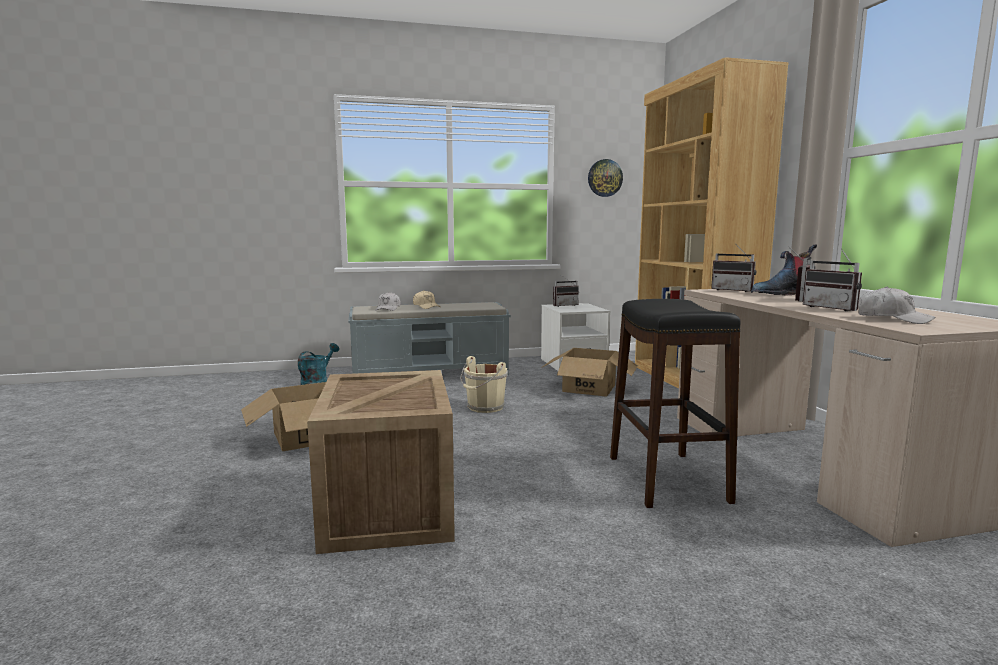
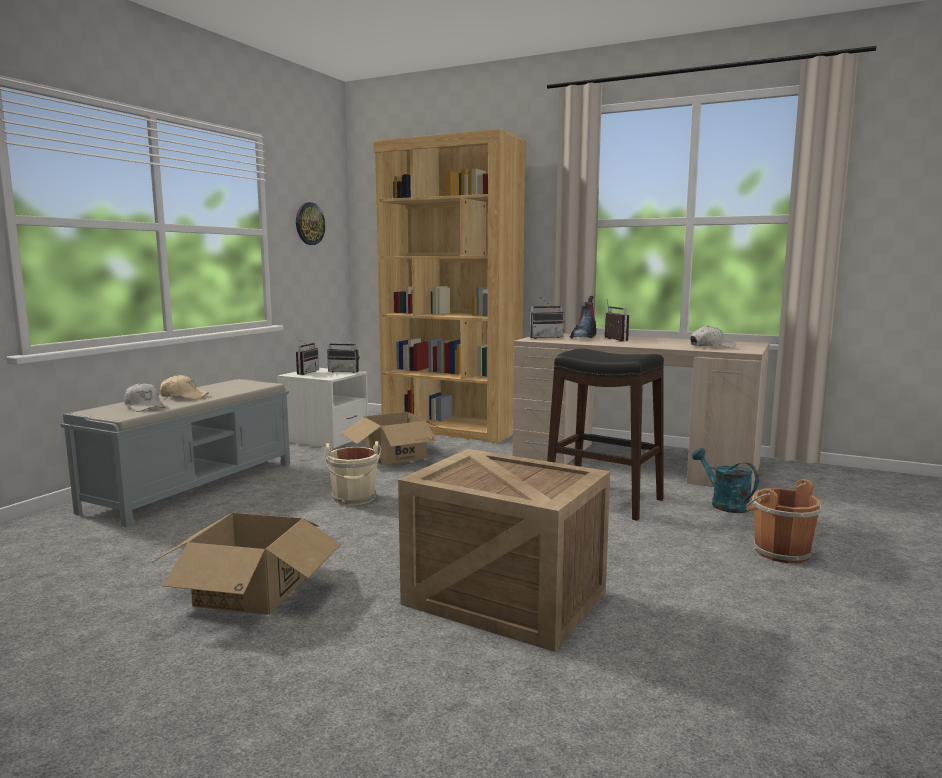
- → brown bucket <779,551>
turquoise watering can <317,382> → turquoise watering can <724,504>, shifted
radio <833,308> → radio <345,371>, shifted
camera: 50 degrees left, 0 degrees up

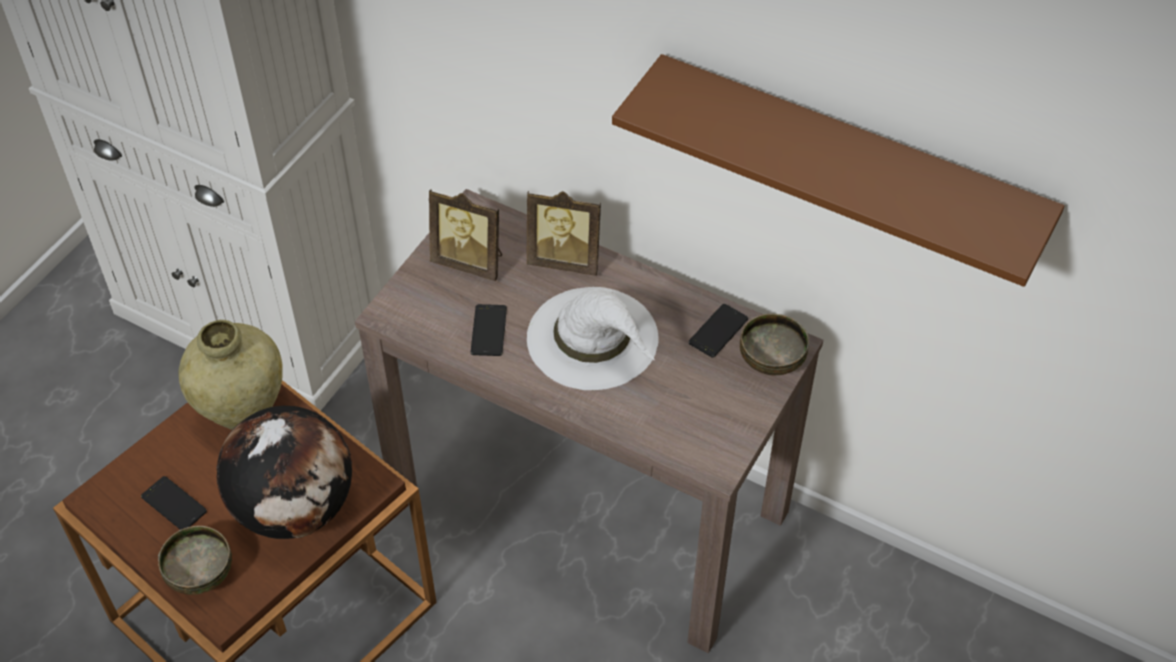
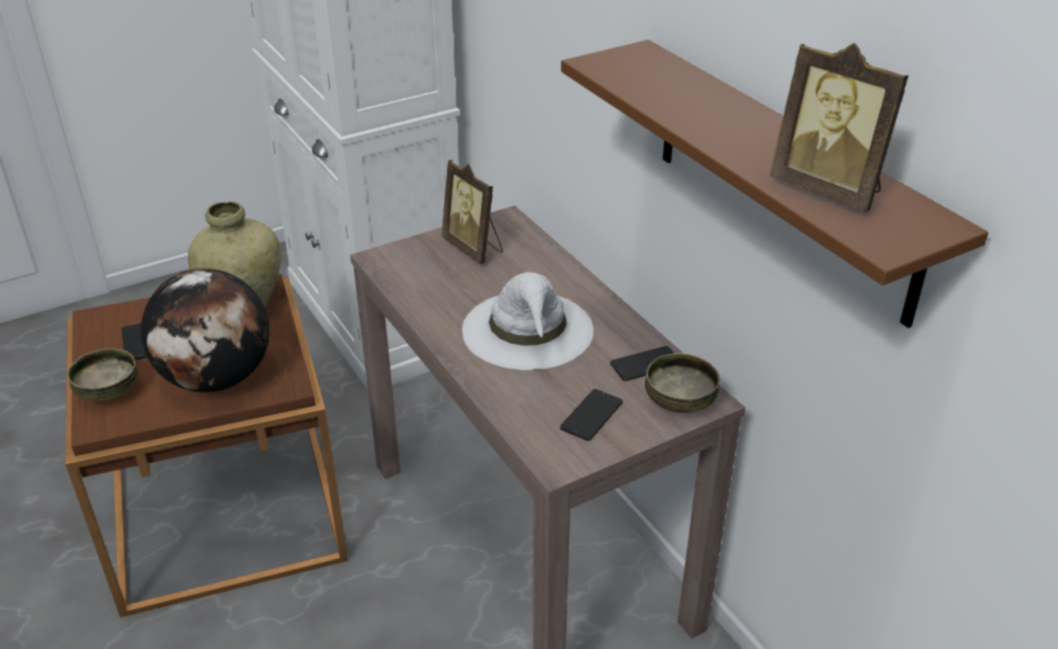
phone <489,330> → phone <591,415>, shifted
picture frame <565,260> → picture frame <829,190>, shifted
camera: 30 degrees right, 15 degrees down

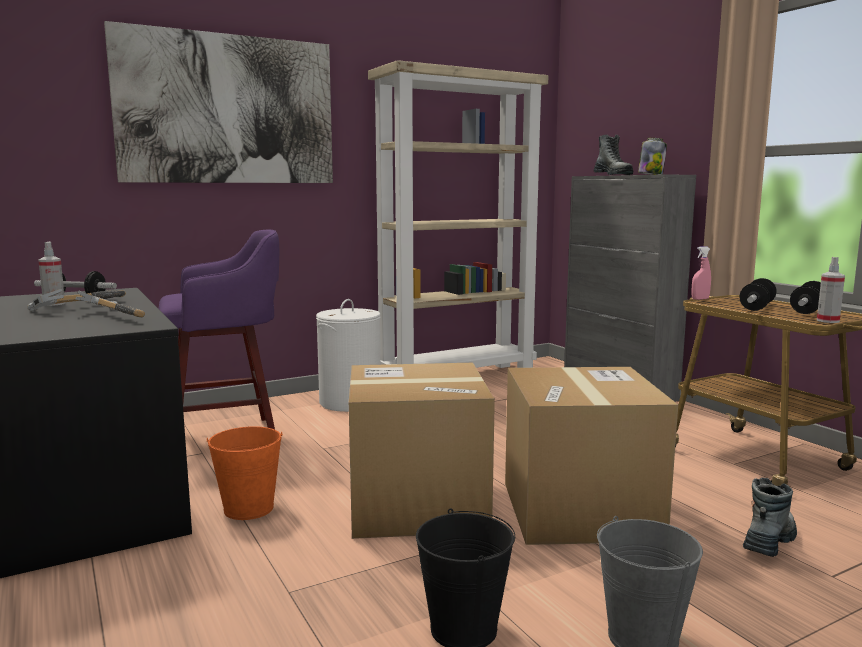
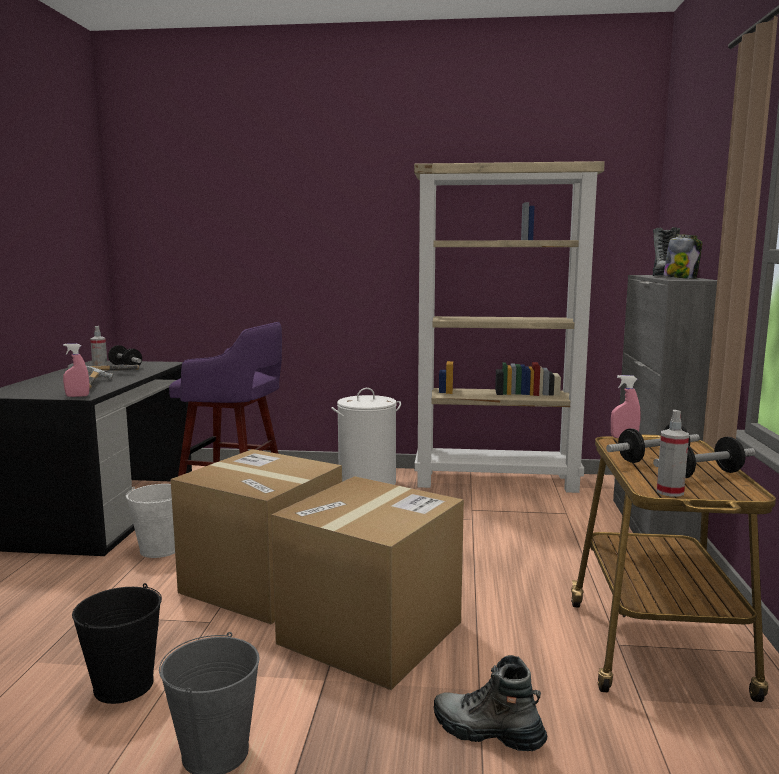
picture <228,110> → -
- → pink spray bottle <77,396>
orange bucket <248,508> → white bucket <160,549>
boot <769,542> → boot <487,732>, 135 degrees counterclockwise
camera: 35 degrees right, 0 degrees up

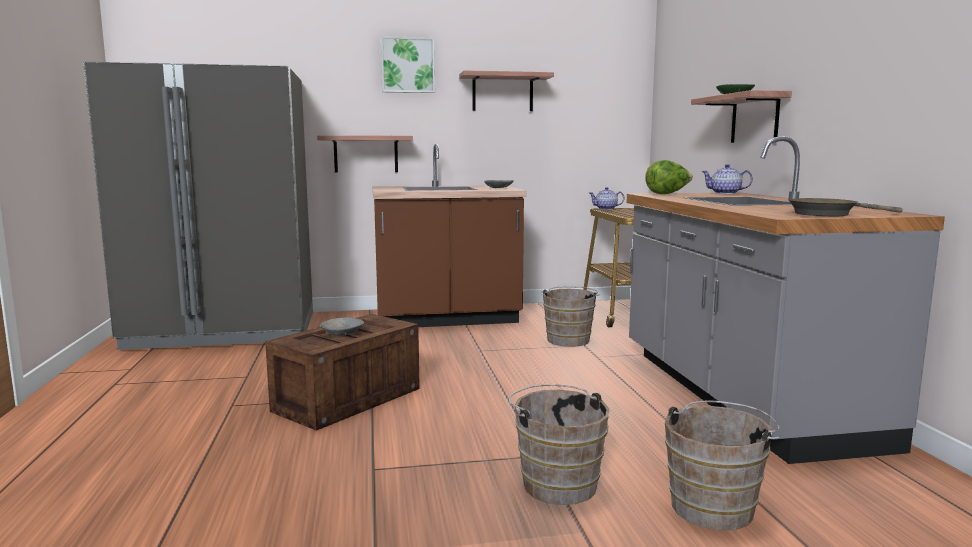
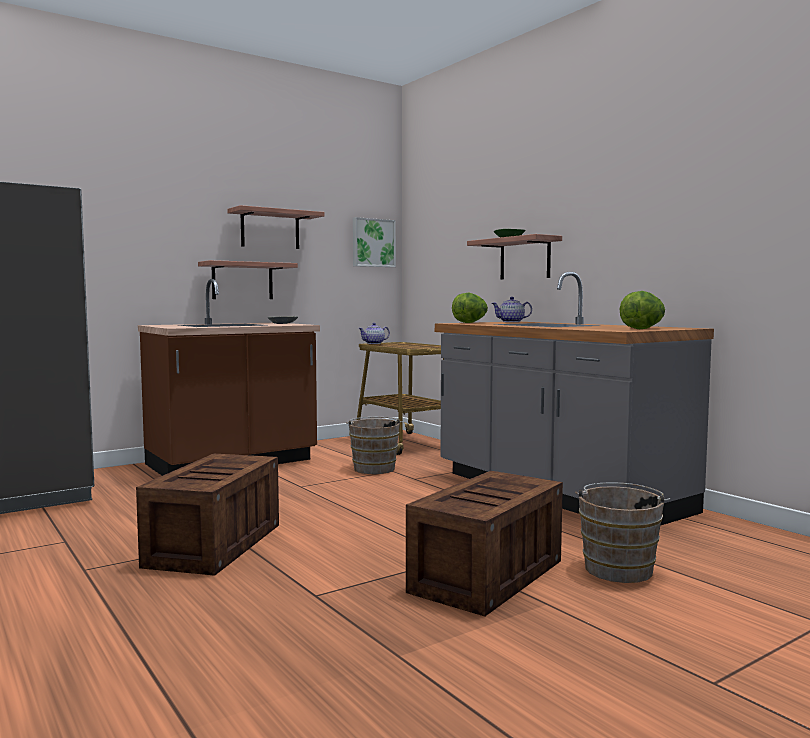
grey bowl <342,333> → -
shelf <366,154> → shelf <242,281>, shifted
picture <407,65> → picture <373,243>, shifted
brown bucket <556,482> → crate <488,575>
brown frying pan <827,214> → lettuce <643,329>
camera: 25 degrees left, 5 degrees down

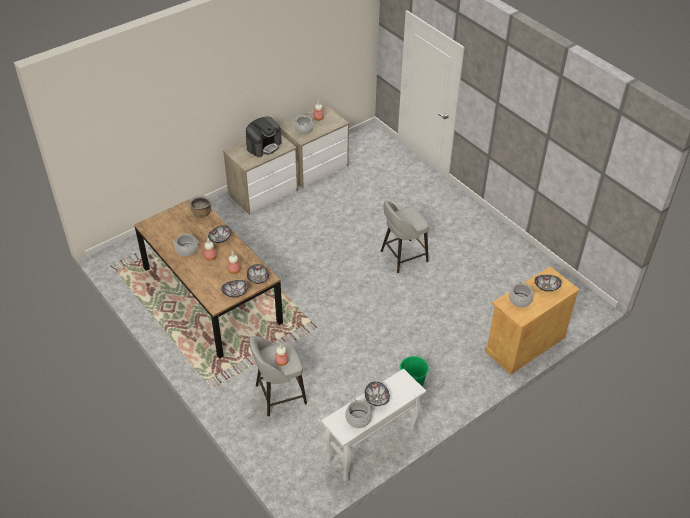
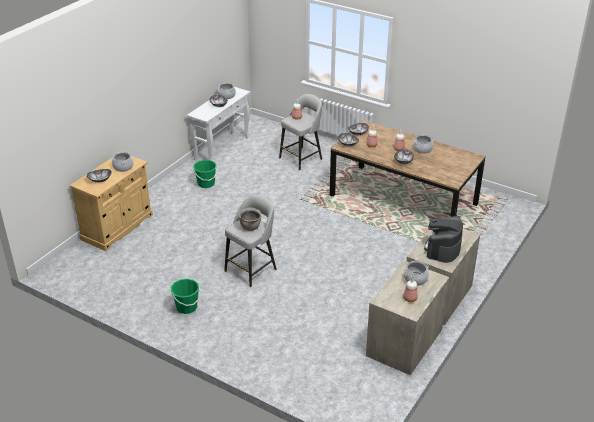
- → green bucket <186,307>
brown cooking pot <201,213> → brown cooking pot <250,227>, shifted
camera: 160 degrees right, 10 degrees down

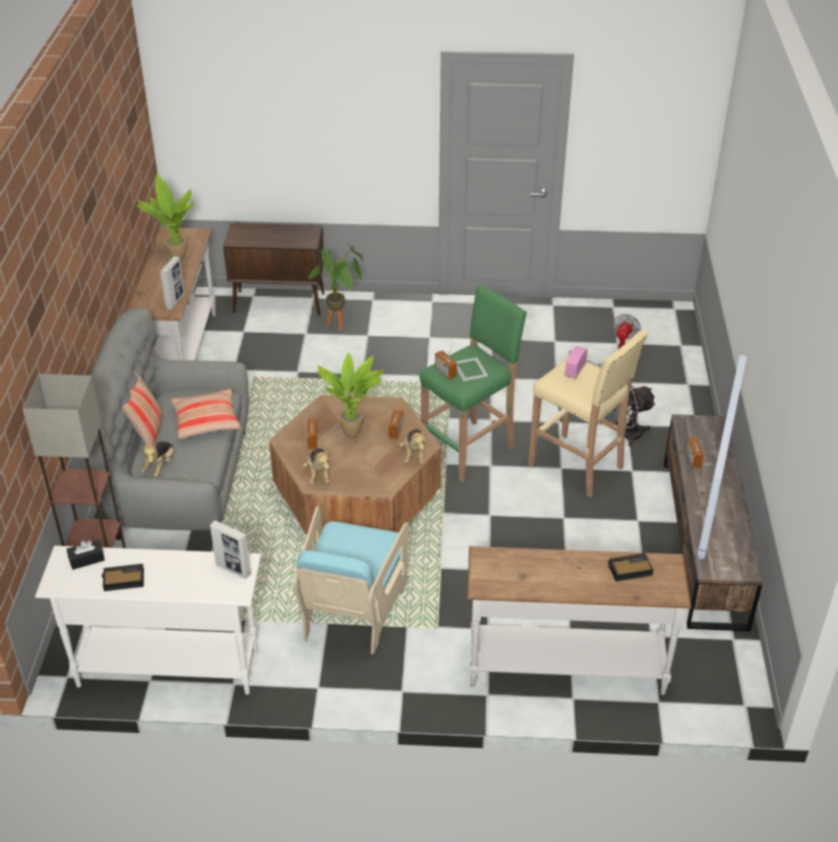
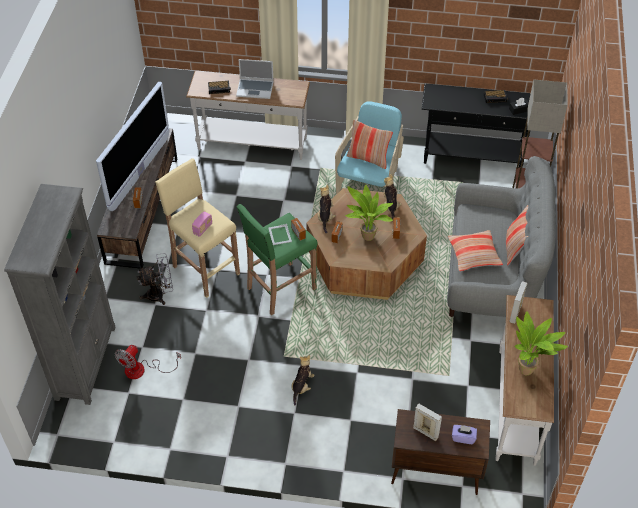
potted plant <341,326> → -
- → grey bookcase <86,362>
- → laptop <255,89>
- → pillow <368,158>
- → purple tissue box <463,437>
plush toy <160,466> → plush toy <302,386>, shifted
picture frame <233,569> → picture frame <425,432>, shifted
white console table <167,667> → black console table <473,157>
camera: 175 degrees left, 10 degrees up

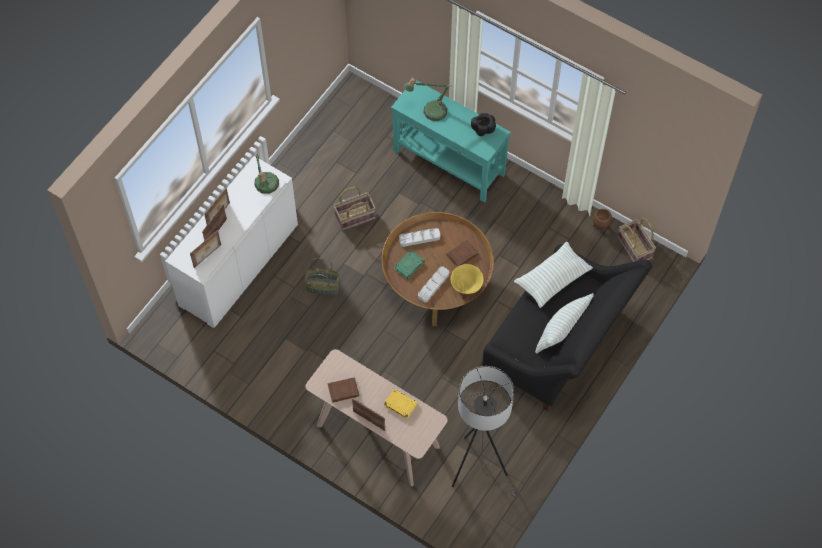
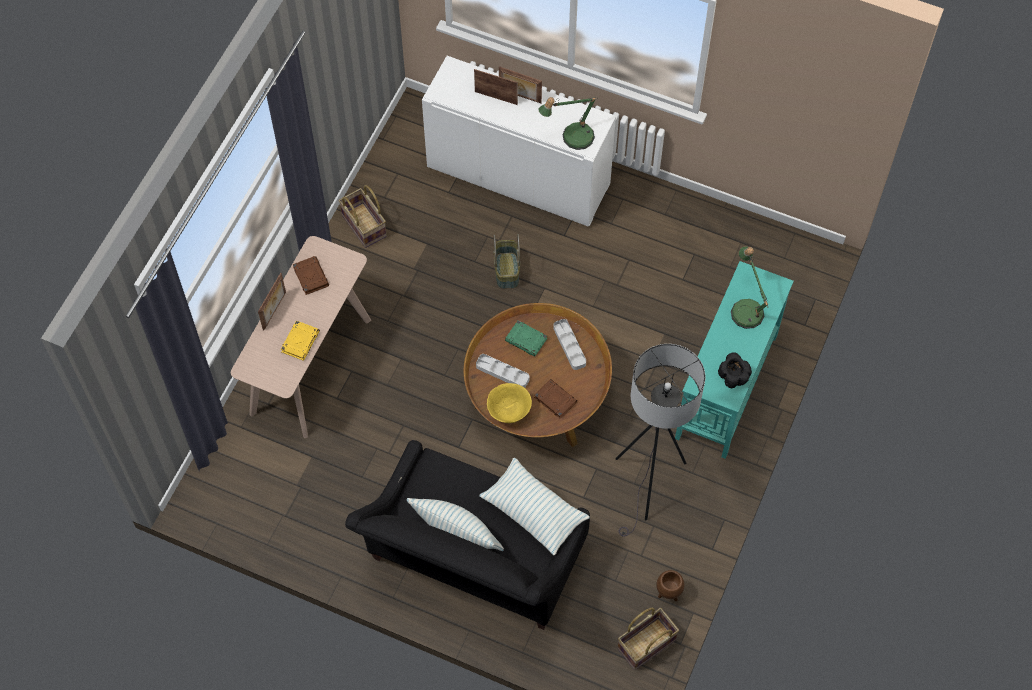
picture frame <208,256> → -
basket <355,216> → basket <365,225>, shifted
grey floor lamp <479,467> → grey floor lamp <649,486>, shifted
camera: 80 degrees right, 0 degrees up

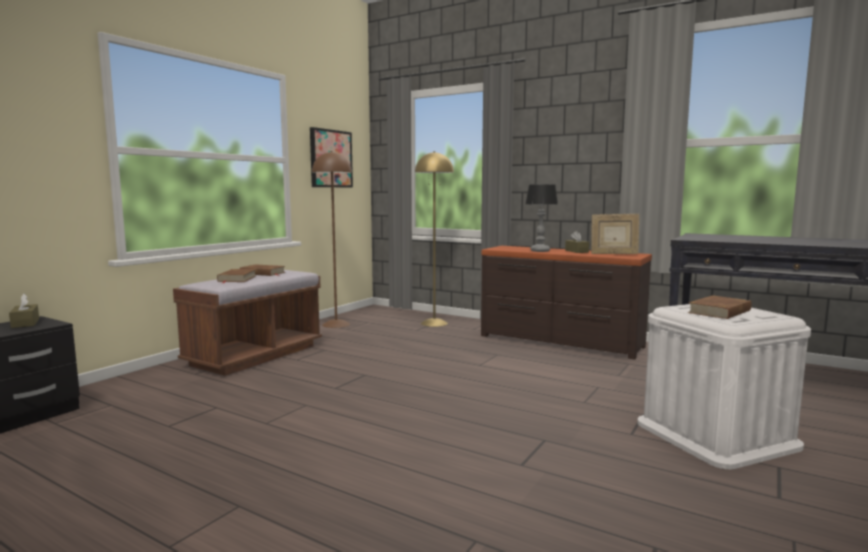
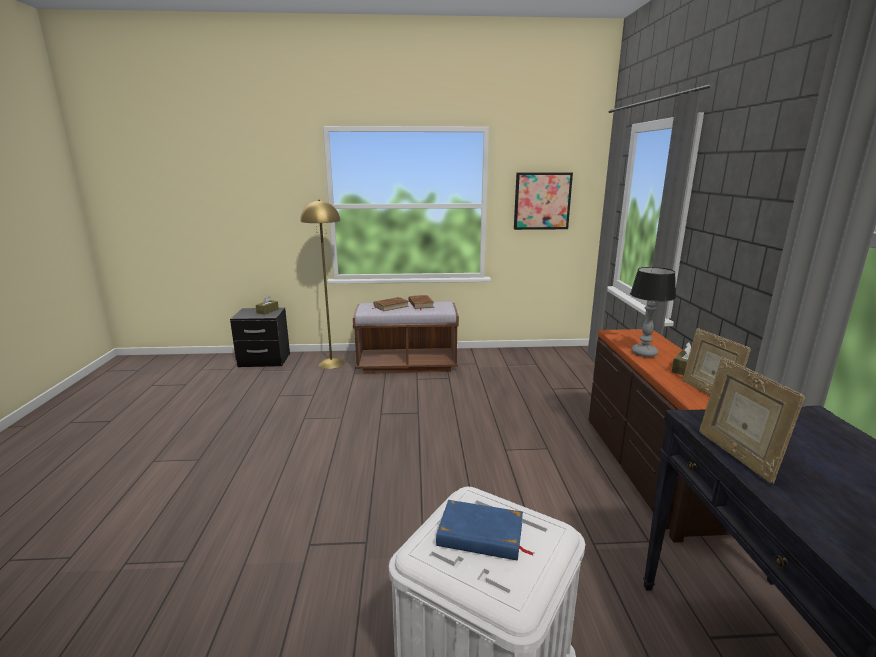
brown floor lamp <336,324> → -
- → picture frame <736,455>
yellow floor lamp <434,323> → yellow floor lamp <331,363>, shifted
brown book <720,312> → blue book <480,535>
camera: 55 degrees right, 10 degrees up

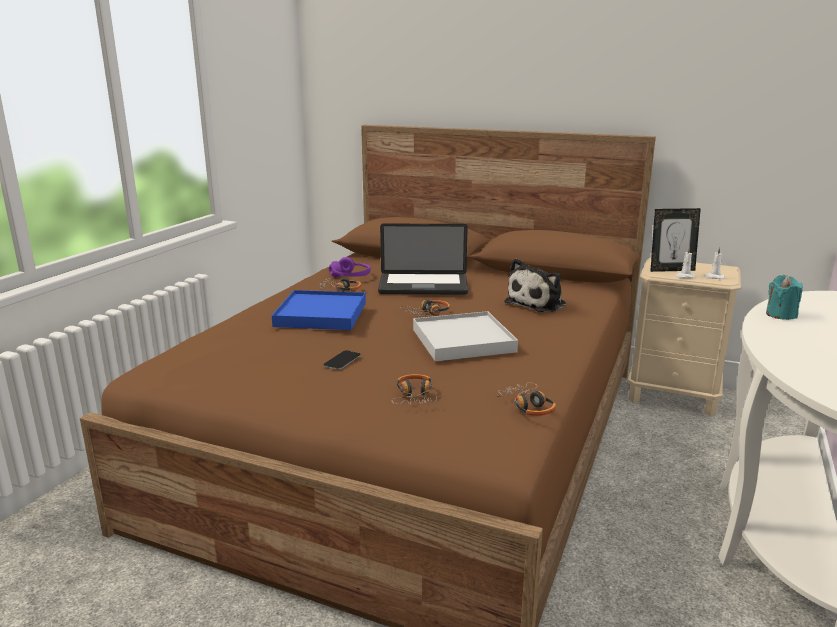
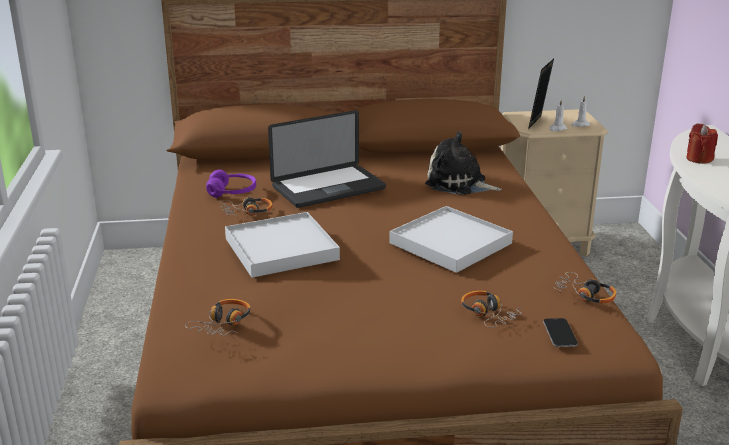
phone <342,361> → phone <559,333>, shifted
headphones <427,313> → headphones <223,324>, shifted
blue tray <321,314> → white tray <281,249>
turquoise candle <781,315> → red candle <699,159>
plush toy <538,303> → plush toy <459,184>, 105 degrees clockwise
picture frame <671,270> → picture frame <538,123>, 150 degrees clockwise
camera: 30 degrees left, 5 degrees up

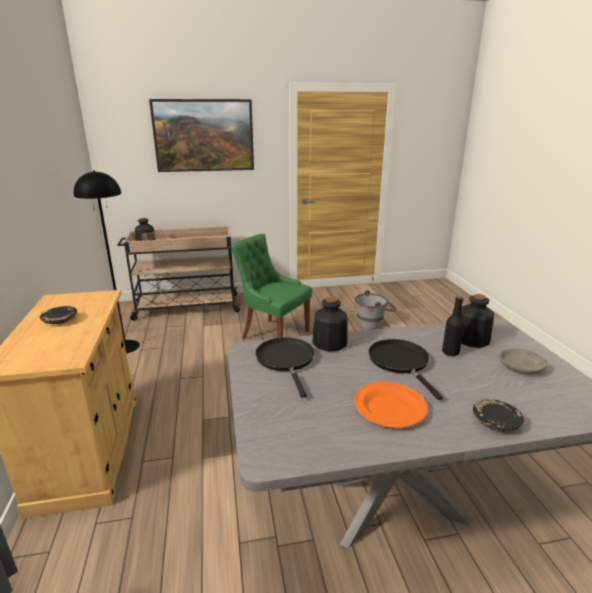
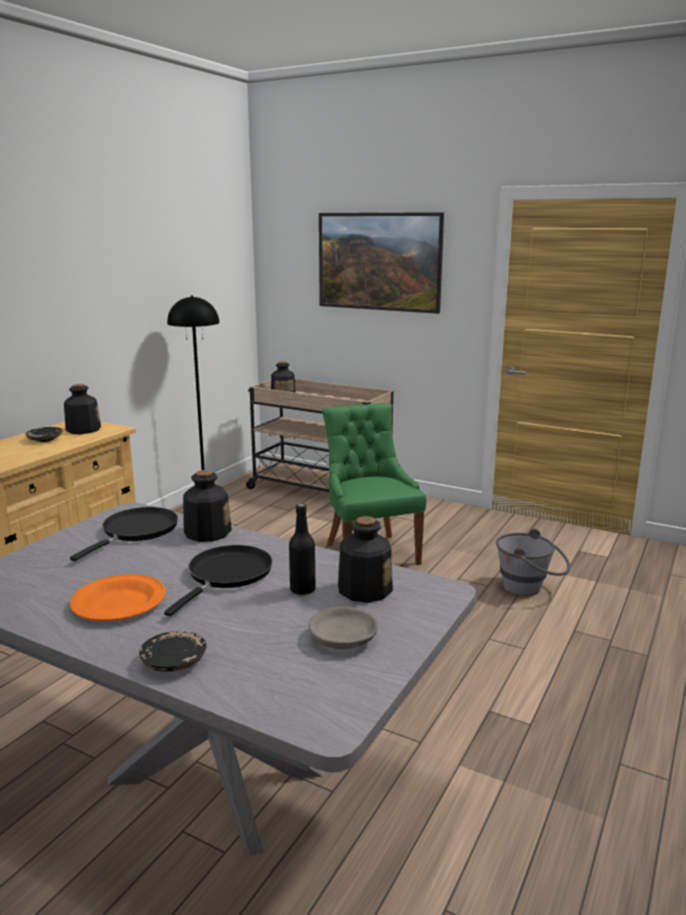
- → bottle <83,429>
camera: 40 degrees right, 5 degrees down

